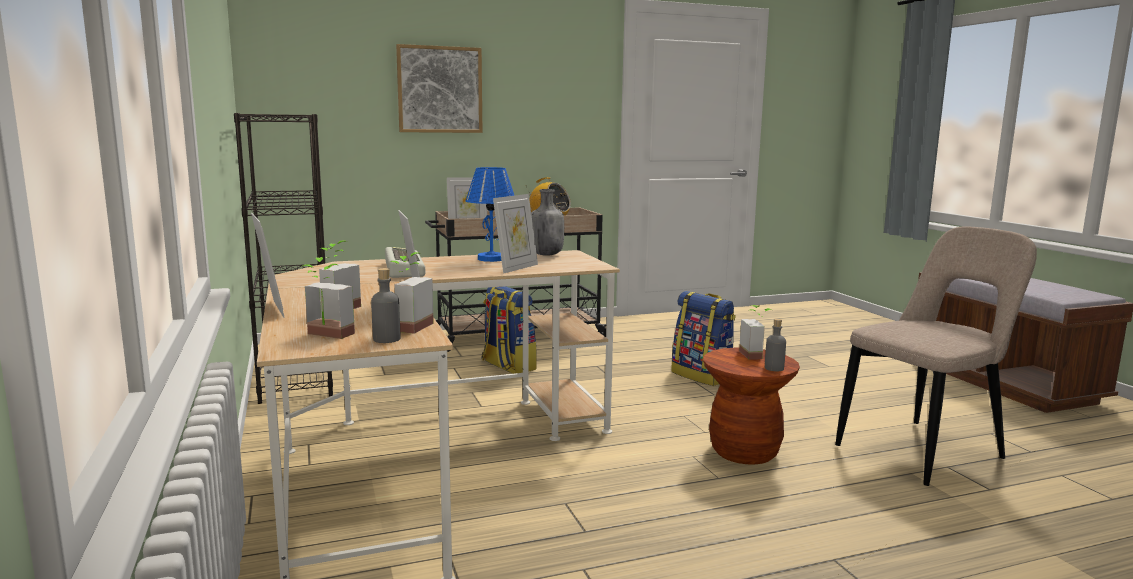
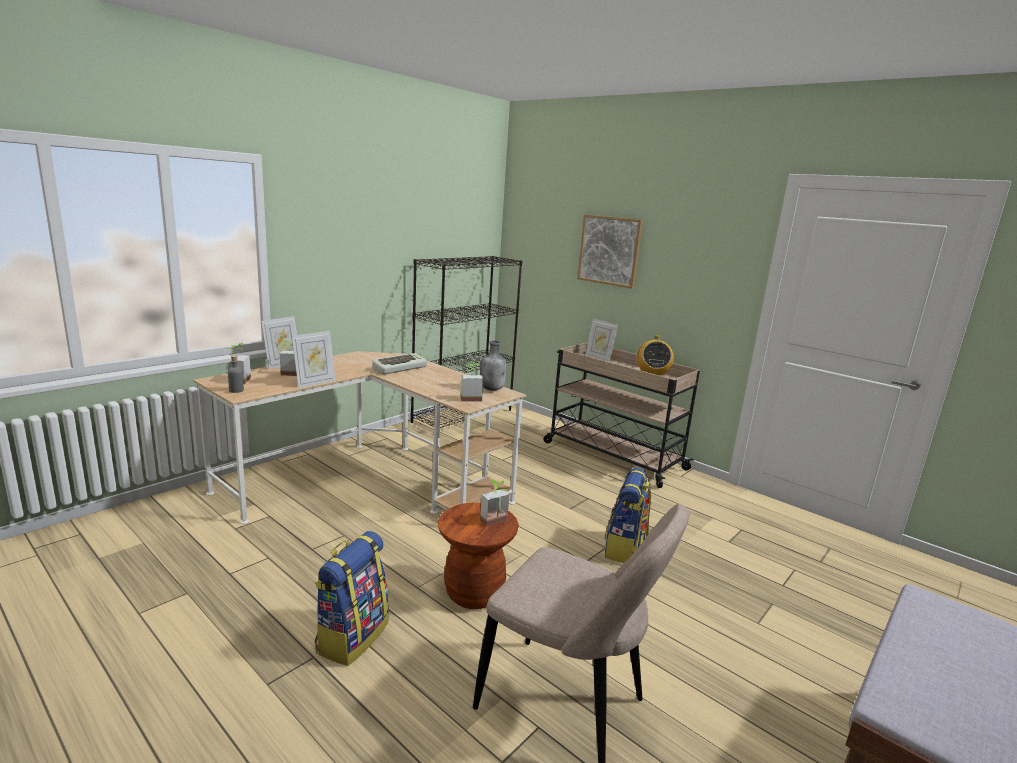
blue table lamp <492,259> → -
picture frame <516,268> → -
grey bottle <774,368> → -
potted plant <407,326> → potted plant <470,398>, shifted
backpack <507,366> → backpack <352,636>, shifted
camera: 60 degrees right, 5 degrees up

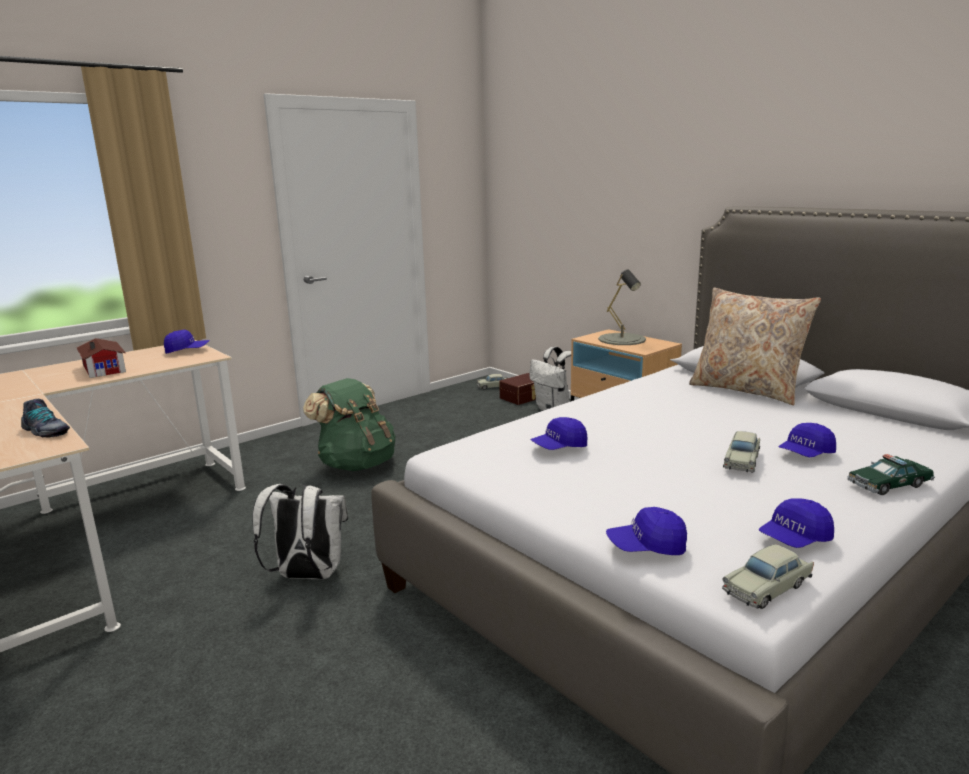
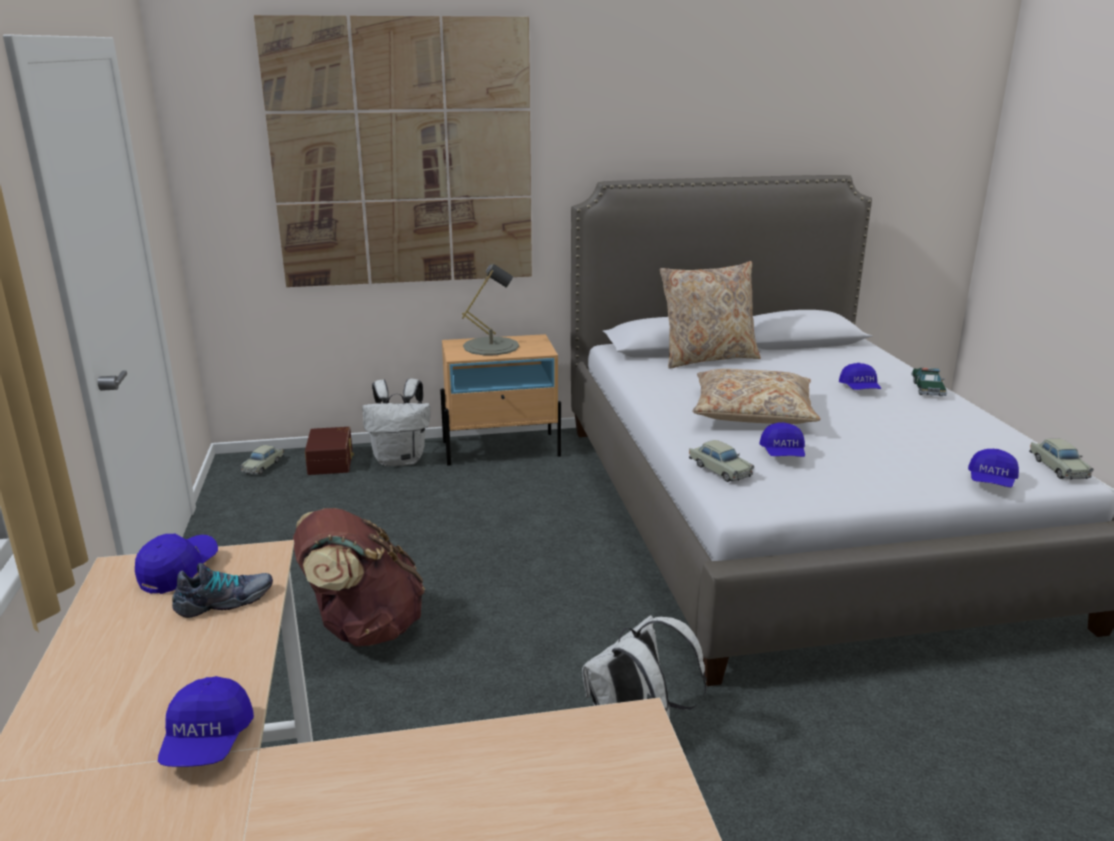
toy house <105,368> → -
- → picture <403,155>
- → beige pillow <752,412>
shoe <45,431> → shoe <225,602>, shifted
beige toy car <742,461> → beige toy car <720,469>, shifted
blue cap <794,539> → blue cap <207,742>, shifted
green backpack <356,464> → brown backpack <363,628>
camera: 60 degrees left, 5 degrees up

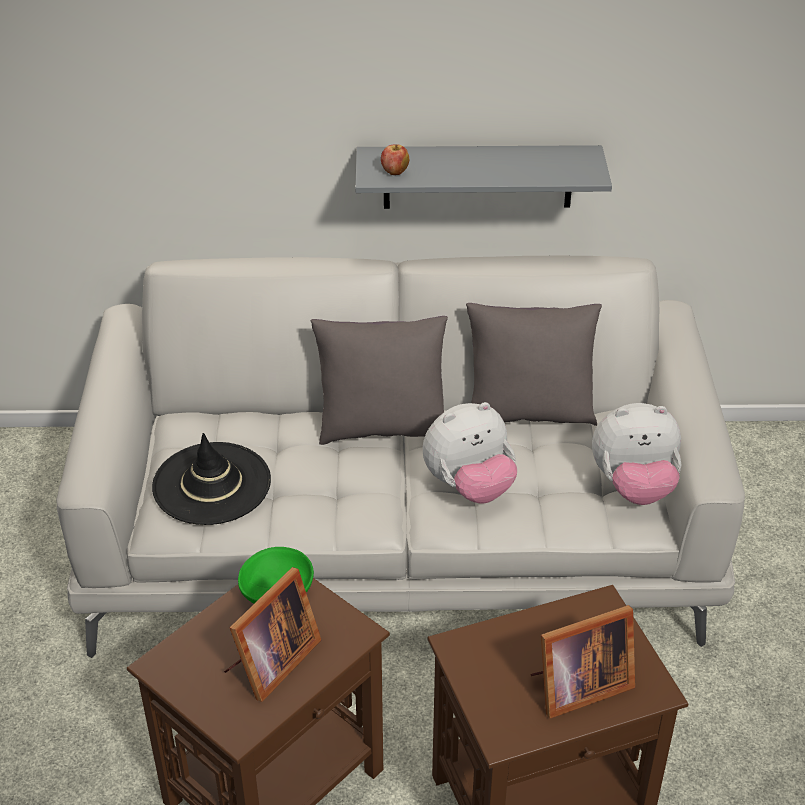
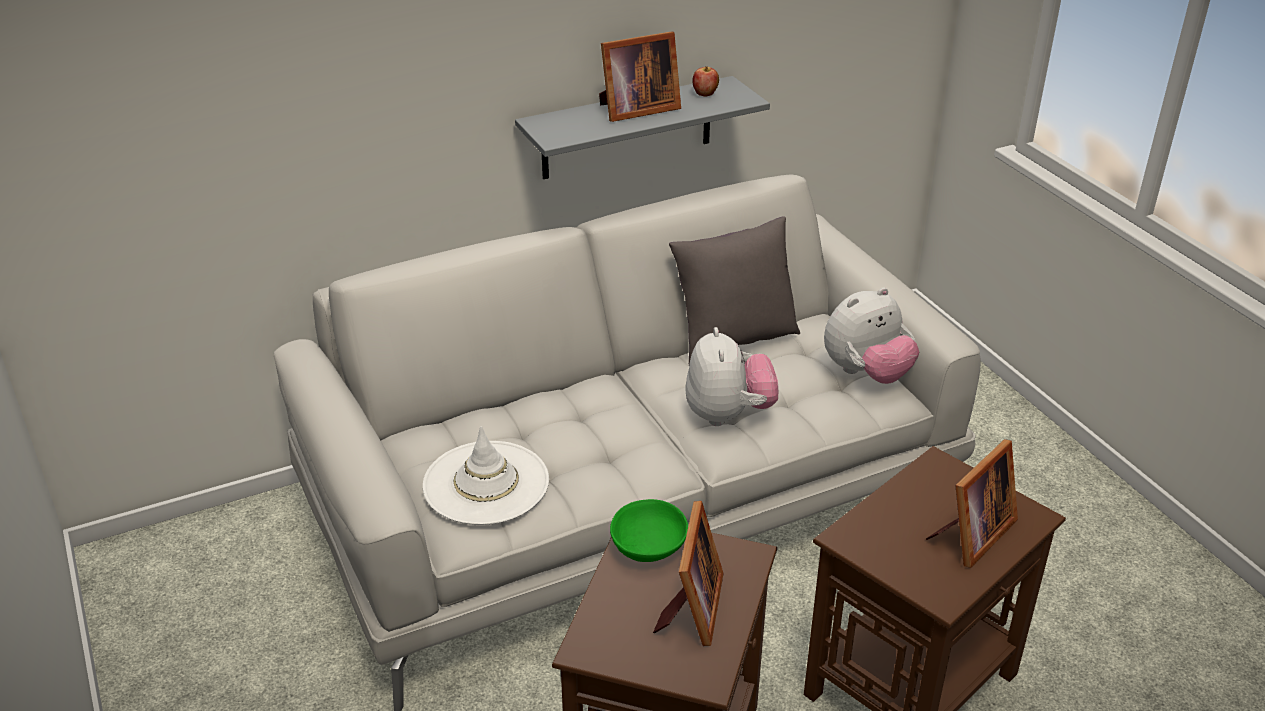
grey pillow <382,428> → -
- → picture frame <635,109>
apple <395,172> → apple <705,94>, shifted
black hat <212,484> → white hat <486,483>
plush toy <469,486> → plush toy <728,414>, 45 degrees counterclockwise
camera: 25 degrees left, 5 degrees down

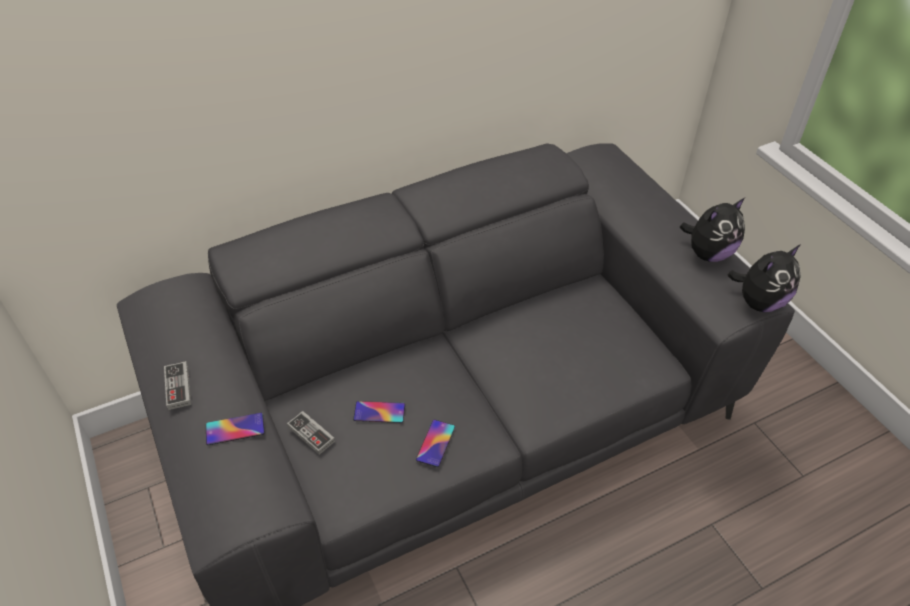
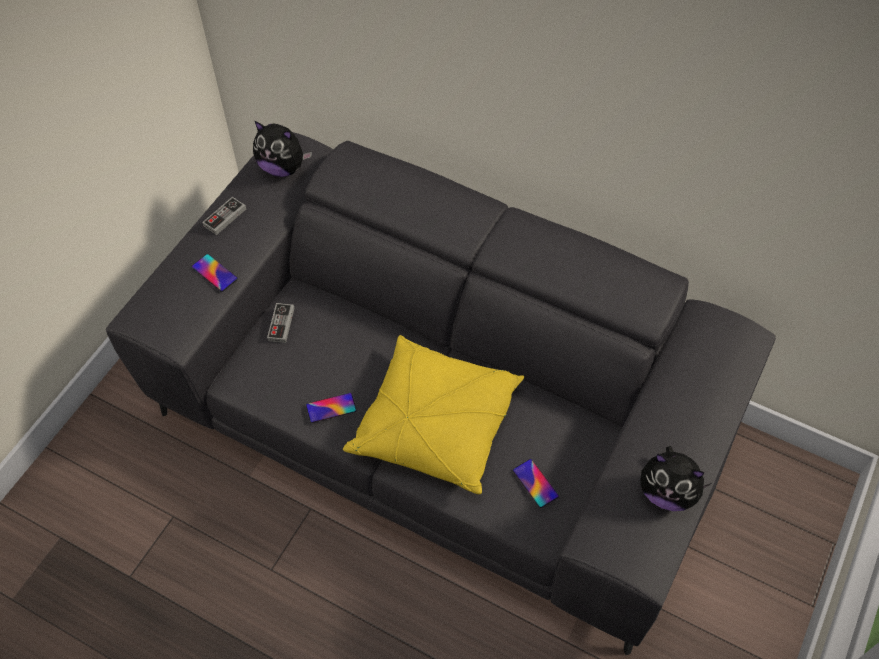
- → yellow pillow <436,424>
phone <379,412> → phone <535,483>, shifted
plush toy <759,302> → plush toy <283,167>, shifted
camera: 55 degrees right, 10 degrees up

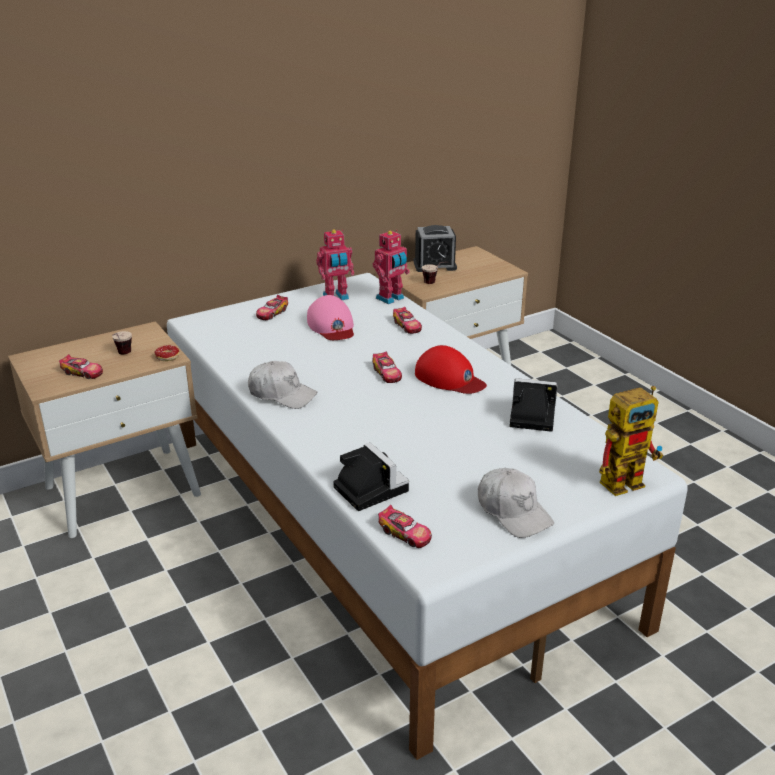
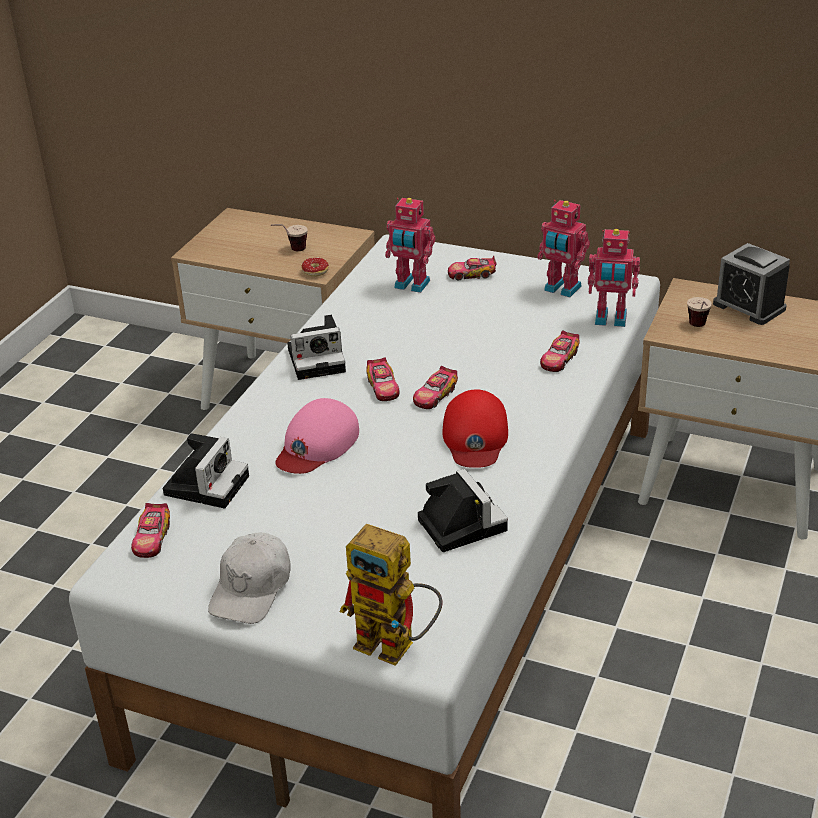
- → toy robot <411,285>
toy car <83,373> → toy car <383,387>, shifted
pink cap <332,326> → pink cap <317,444>, shifted
white cap <282,394> → photo camera <319,359>
camera: 55 degrees right, 5 degrees up

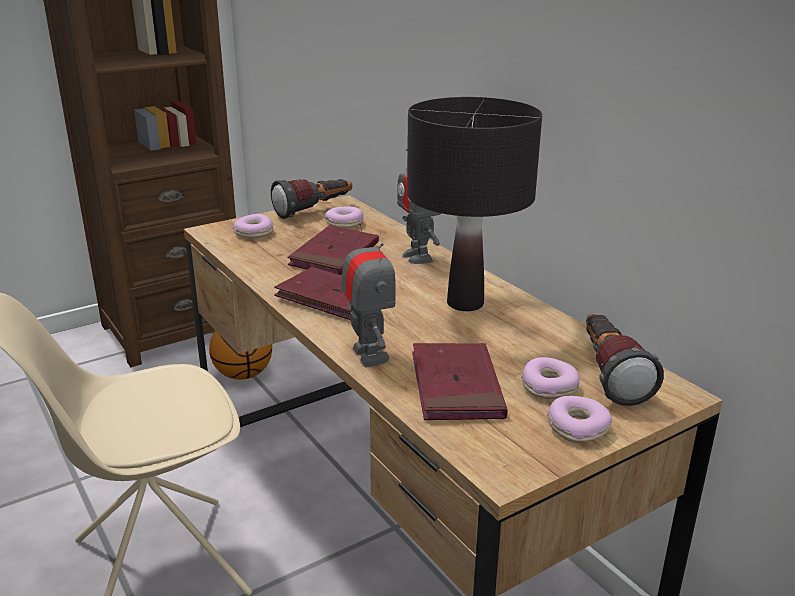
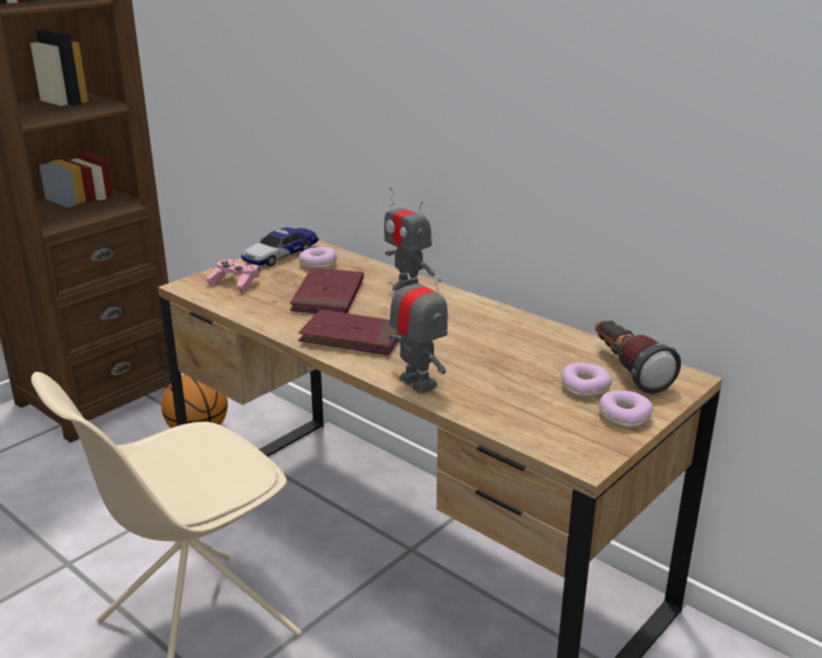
black table lamp <464,303> → -
red book <456,386> → -
donut <254,233> → pink game controller <235,283>
flashlight <315,211> → toy car <280,255>
camera: 15 degrees left, 0 degrees up

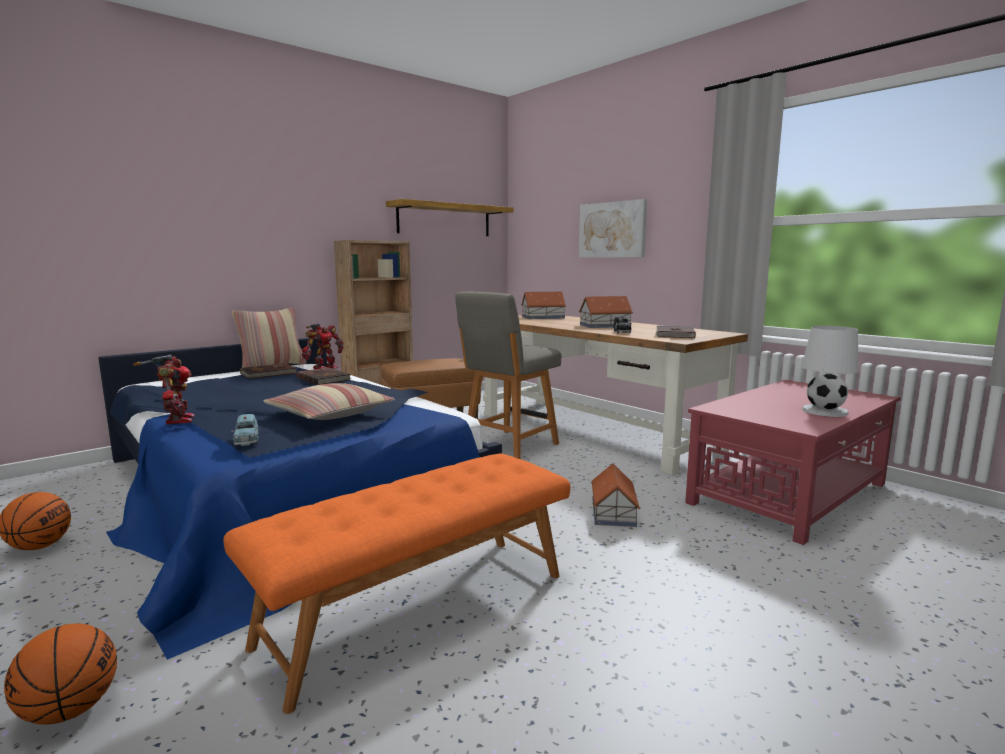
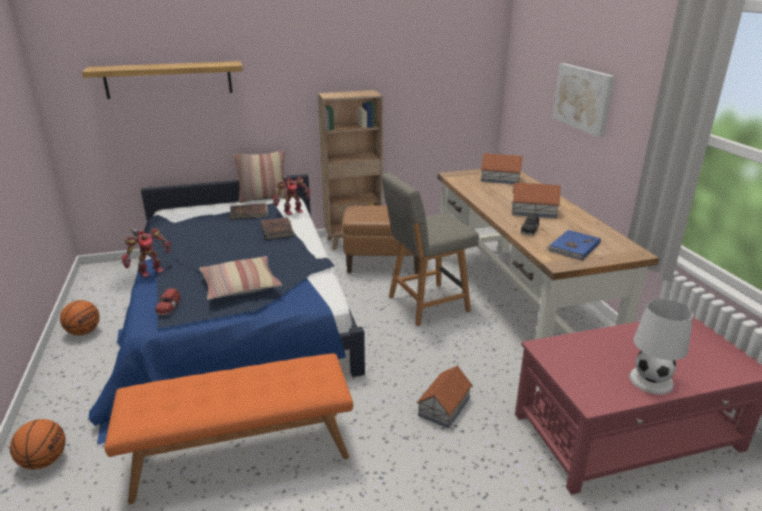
shelf <444,220> → shelf <169,79>, shifted
blue toy car <246,441> → red toy car <168,309>
brown book <674,334> → blue book <573,247>
toy robot <177,420> → toy robot <150,271>, 45 degrees clockwise
camera: 25 degrees right, 15 degrees up

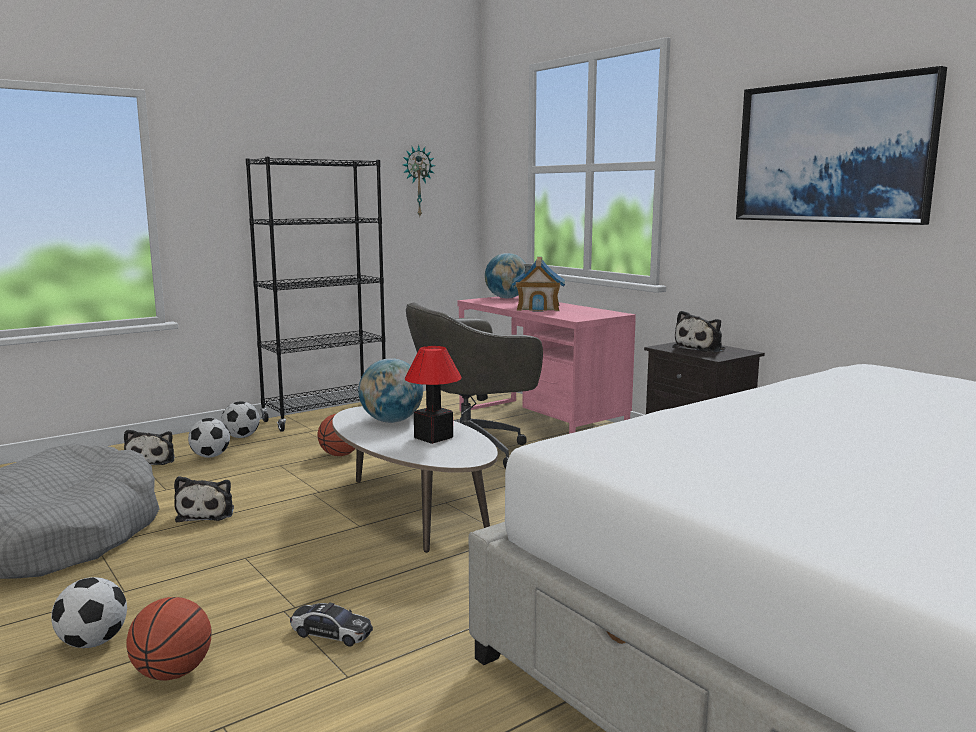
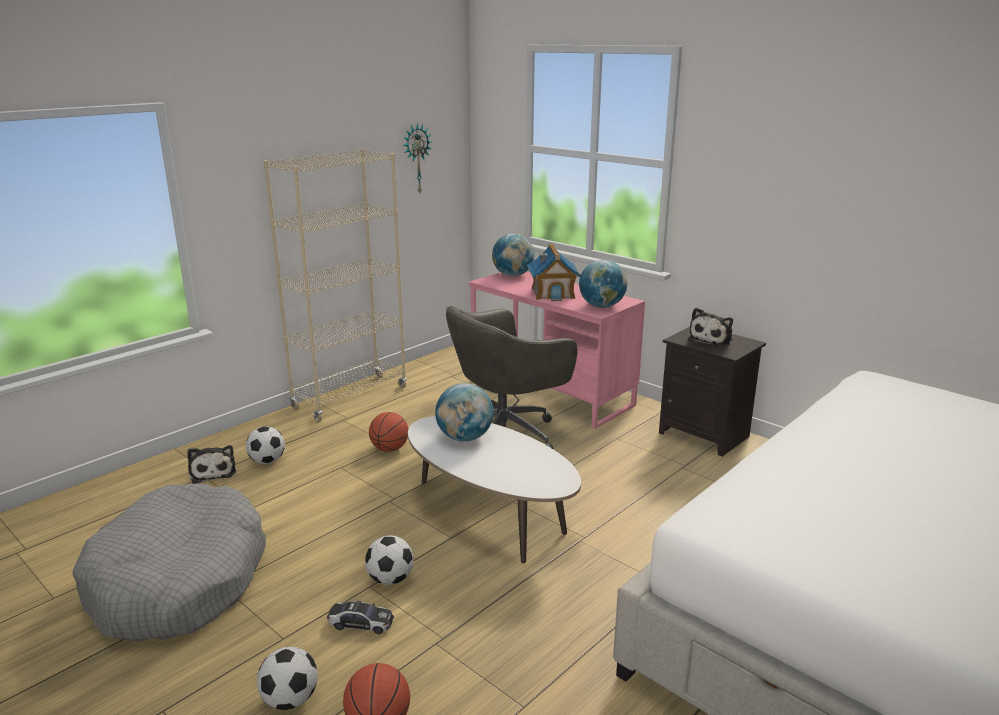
plush toy <207,513> → -
table lamp <434,438> → -
picture <832,152> → -
- → globe <602,306>
football <241,437> → football <390,579>, shifted
toy car <331,633> → toy car <361,623>, shifted
black bookcase <326,416> → beige bookcase <350,398>
camera: 10 degrees left, 10 degrees up

